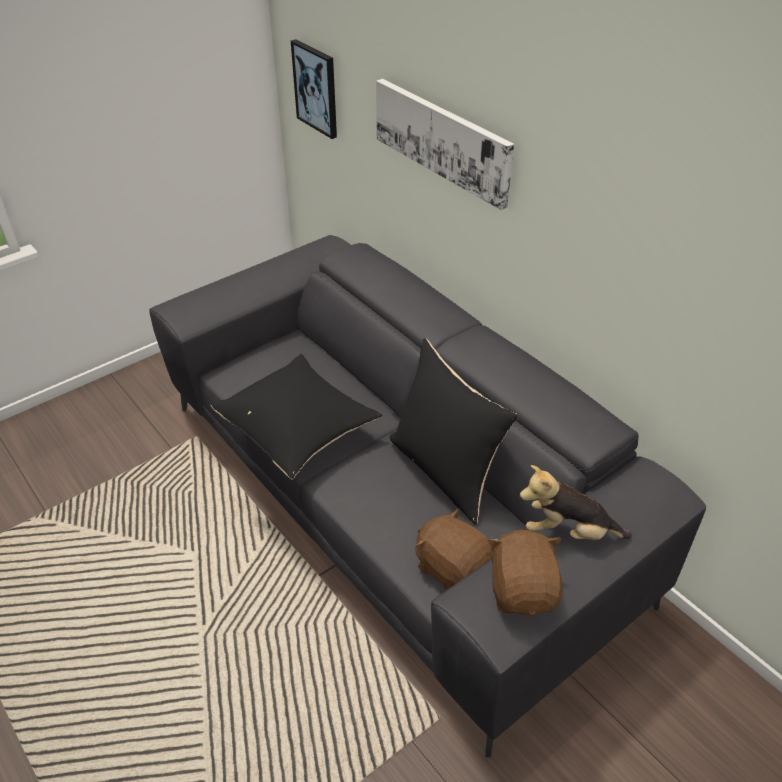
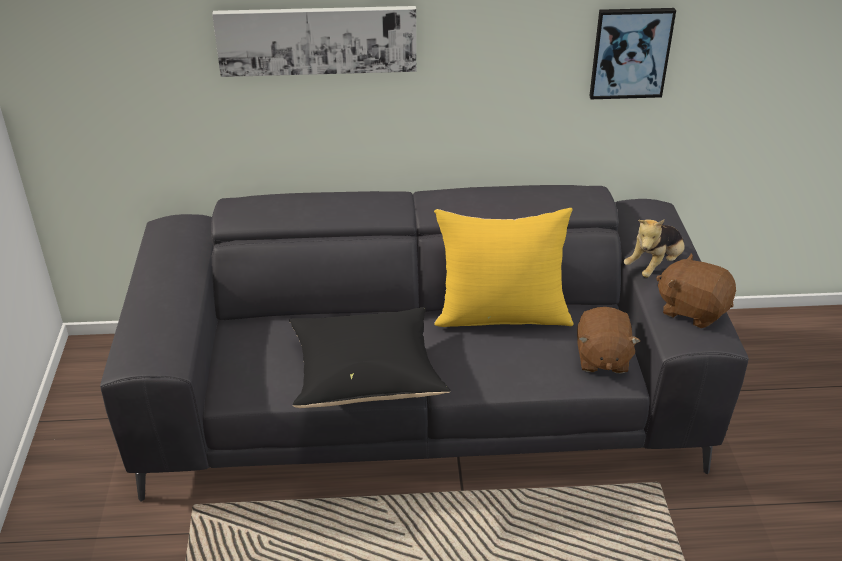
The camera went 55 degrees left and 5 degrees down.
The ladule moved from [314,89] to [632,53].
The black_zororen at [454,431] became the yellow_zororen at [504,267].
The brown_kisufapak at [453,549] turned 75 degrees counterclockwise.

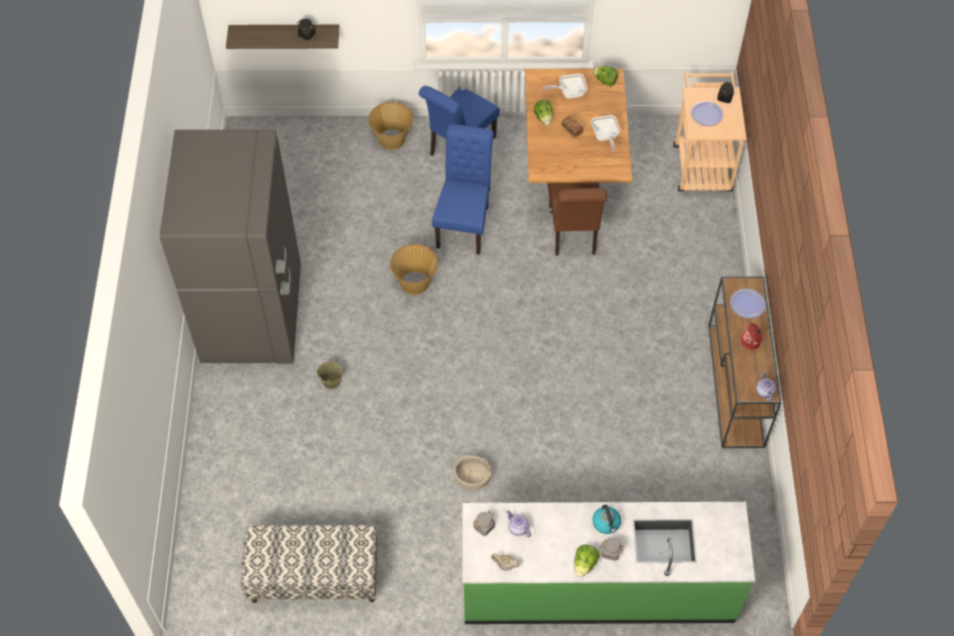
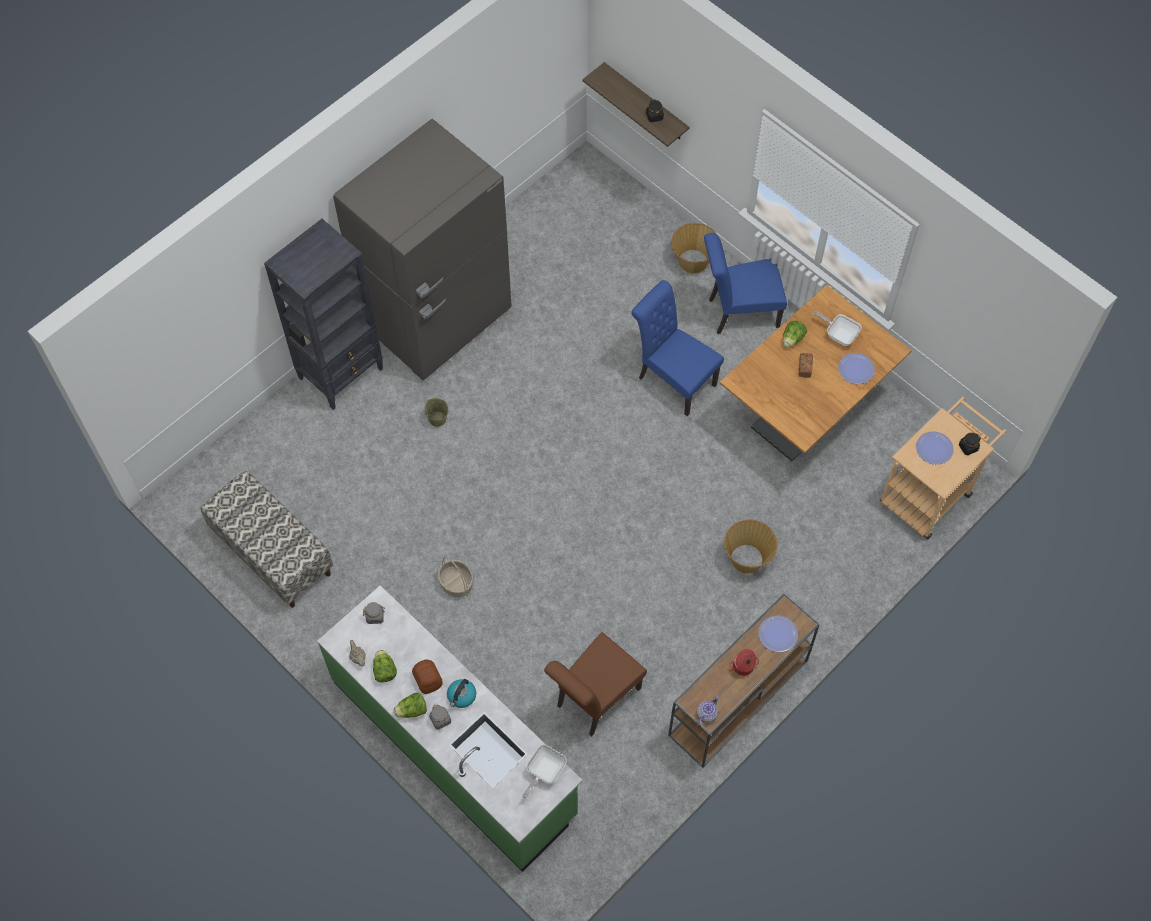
The camera went 45 degrees right and 5 degrees up.
The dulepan at [518,523] disappeared.
The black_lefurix at [323,314] appeared.
The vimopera at [427,677] appeared.
The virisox at [856,368] appeared.
The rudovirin moved from [414,269] to [751,546].
The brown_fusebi moved from [577,219] to [595,684].
The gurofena moved from [605,133] to [545,771].
The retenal moved from [605,76] to [385,666].
The blue_fusebi at [463,189] turned 105 degrees counterclockwise.

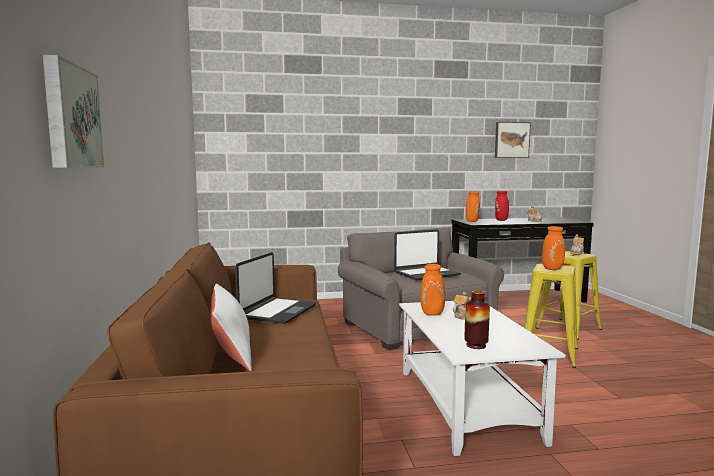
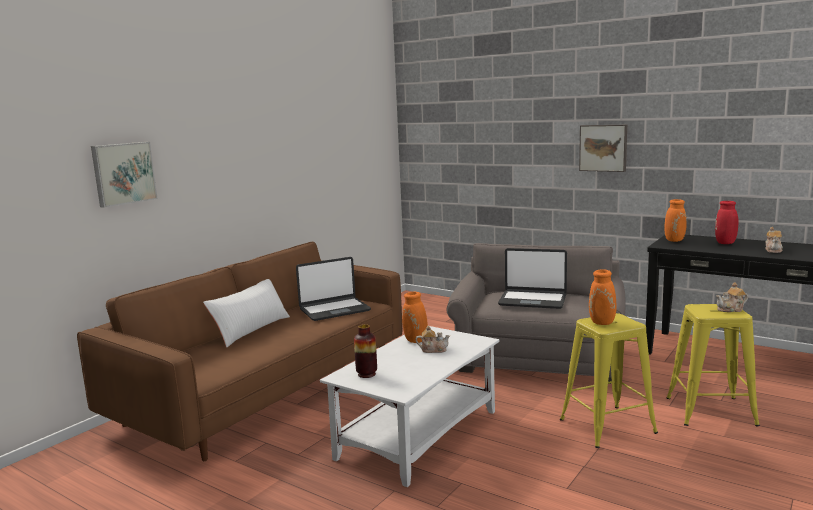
The camera went 45 degrees right and 5 degrees up.
The ladule moved from [513,140] to [603,148].

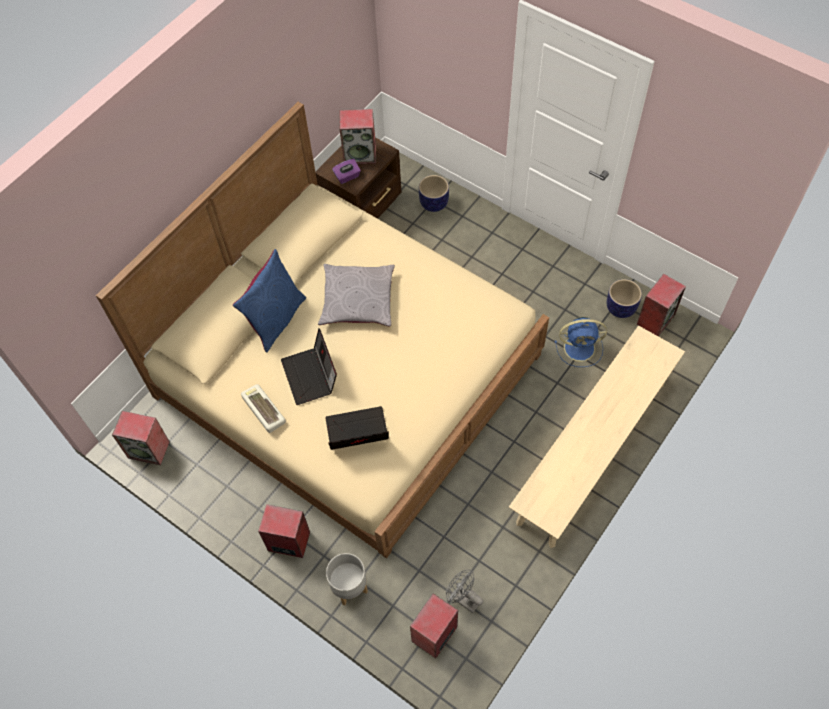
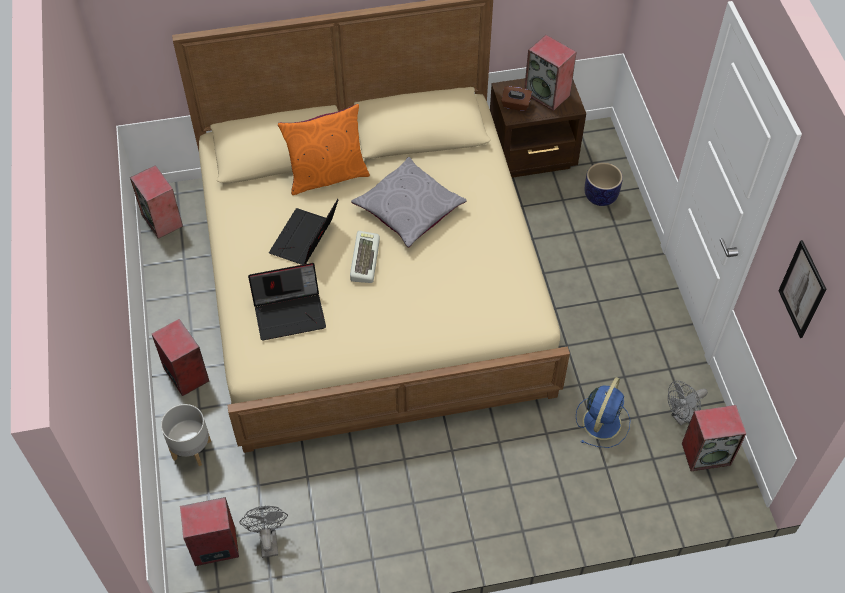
The camera went 40 degrees right and 5 degrees down.
The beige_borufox at [597,437] disappeared.
The ladule at [802,289] appeared.
The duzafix moved from [263,408] to [365,257].
The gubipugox at [624,298] was replaced by the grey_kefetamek at [688,403].
The blue_zororen at [269,300] became the orange_zororen at [324,149].
The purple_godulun at [346,171] became the brown_godulun at [516,98].
The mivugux at [357,428] turned 135 degrees clockwise.
The blue_kefetamek at [581,342] turned 105 degrees counterclockwise.

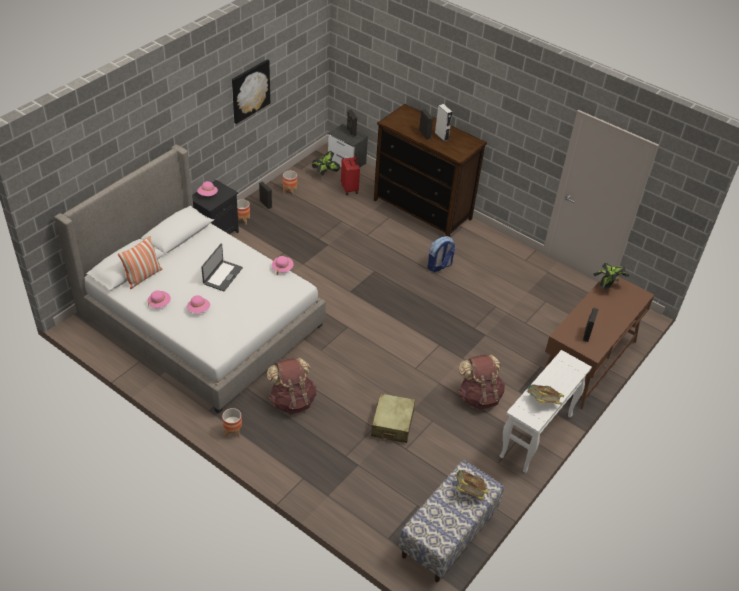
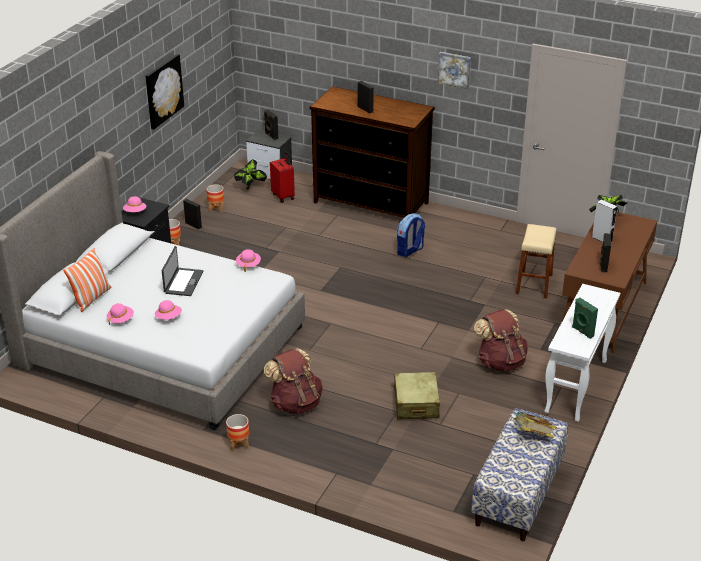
The camera went 10 degrees left and 10 degrees down.
The ladule at [454,70] appeared.
The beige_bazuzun at [536,261] appeared.
The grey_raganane moved from [444,122] to [604,221].
The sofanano at [545,394] was replaced by the green_raganane at [585,318].

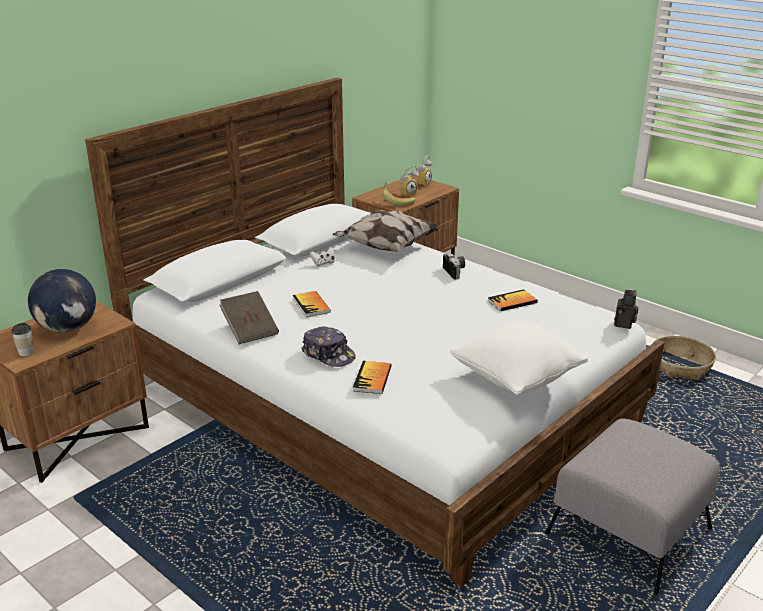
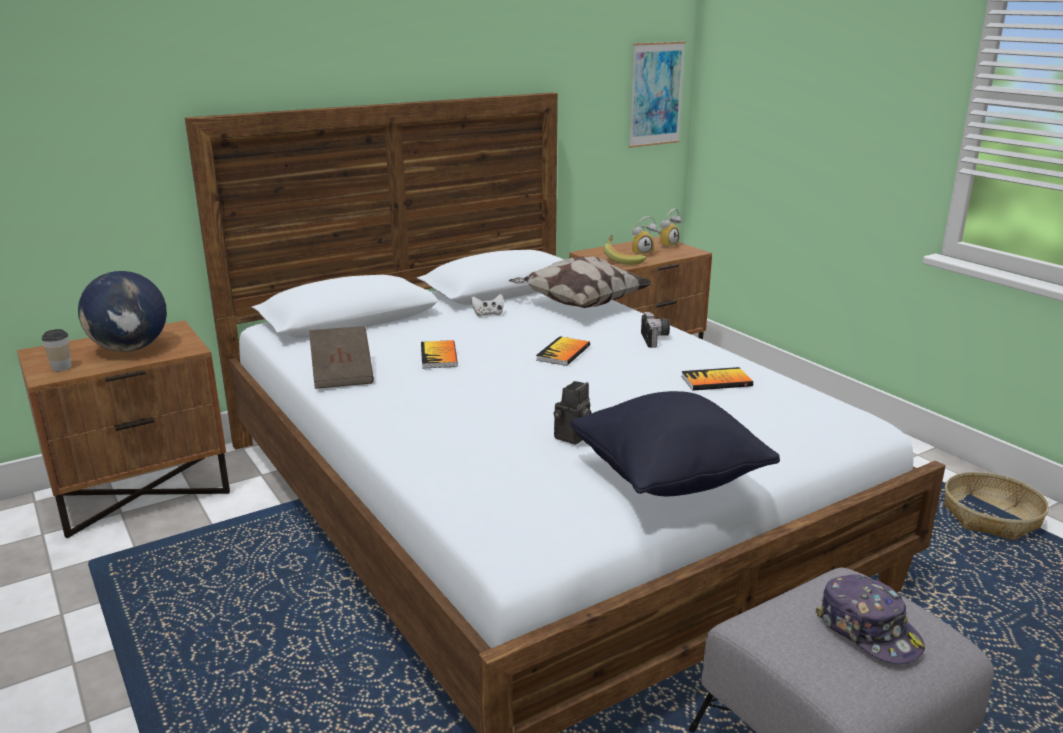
The camera went 15 degrees right and 5 degrees down.
The ladule at [657,94] appeared.
The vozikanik moved from [328,346] to [870,619].
The sofanano moved from [372,377] to [563,351].
The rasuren moved from [626,309] to [573,413].
The white_zororen at [519,358] became the black_zororen at [675,443].

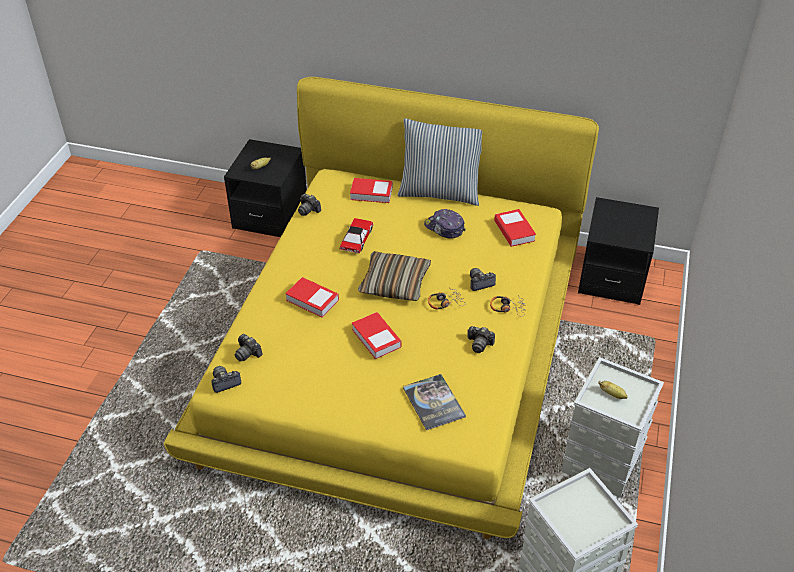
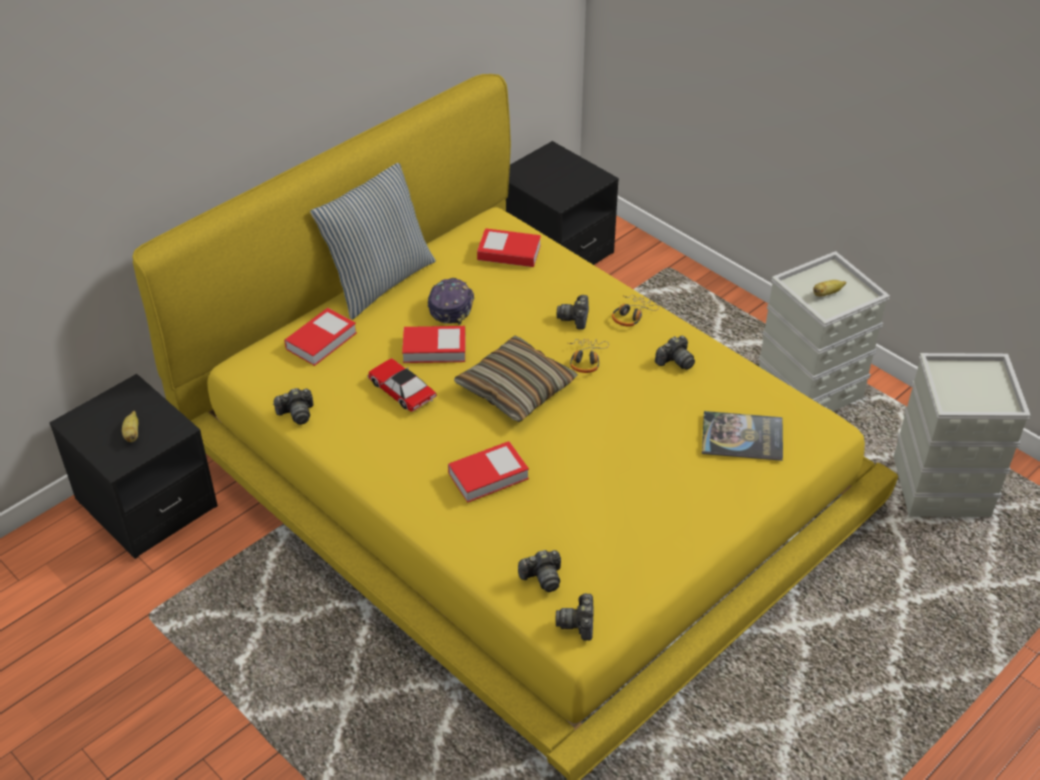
The camera went 60 degrees left and 0 degrees up.
The sofanano moved from [376,335] to [433,344].
The vozikanik at [445,224] turned 120 degrees clockwise.

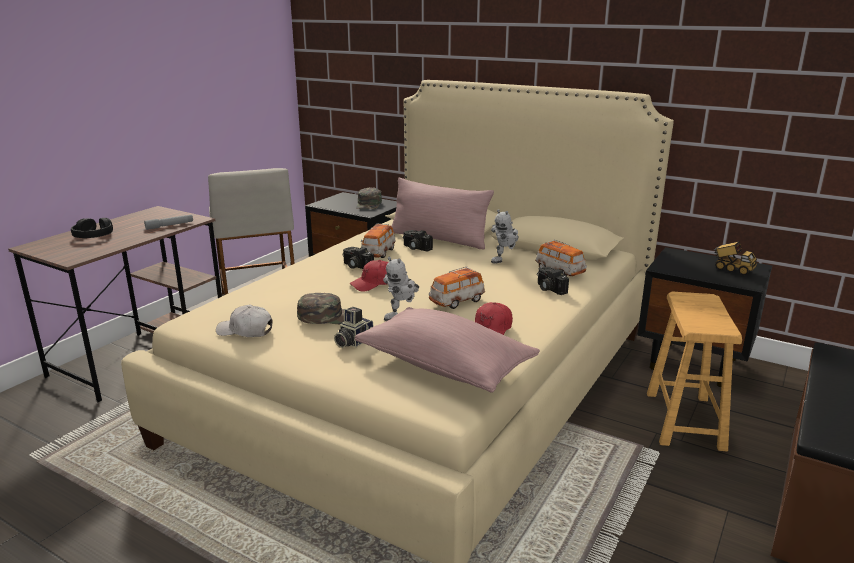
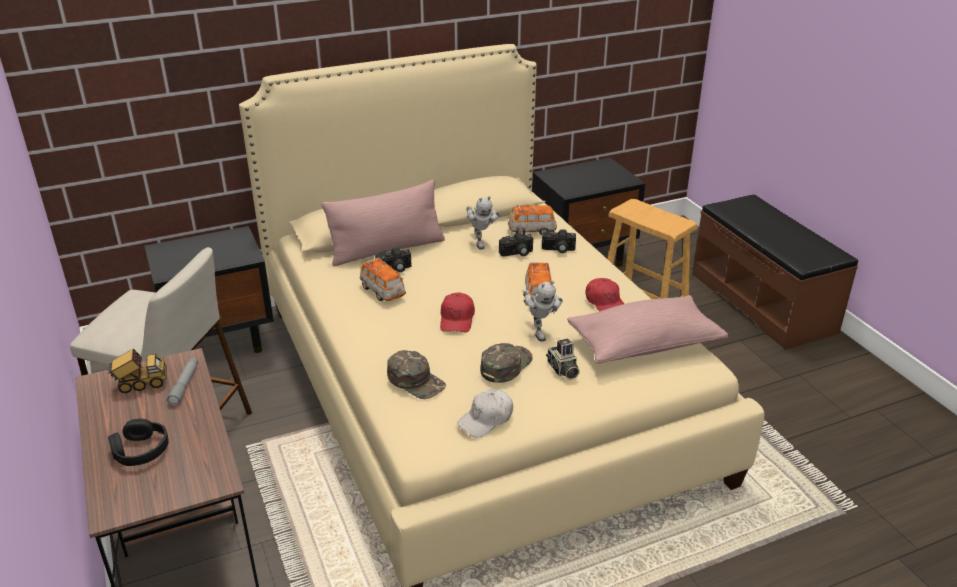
The camera went 55 degrees left and 10 degrees up.
The rasuren moved from [358,258] to [516,244].
The green_vozikanik moved from [369,198] to [416,374].
The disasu moved from [735,258] to [137,371].

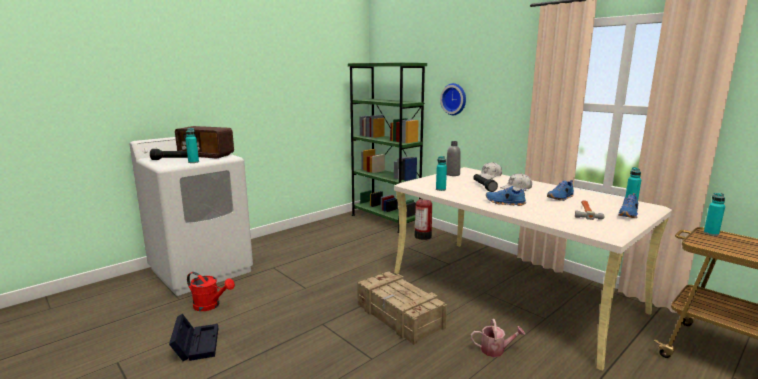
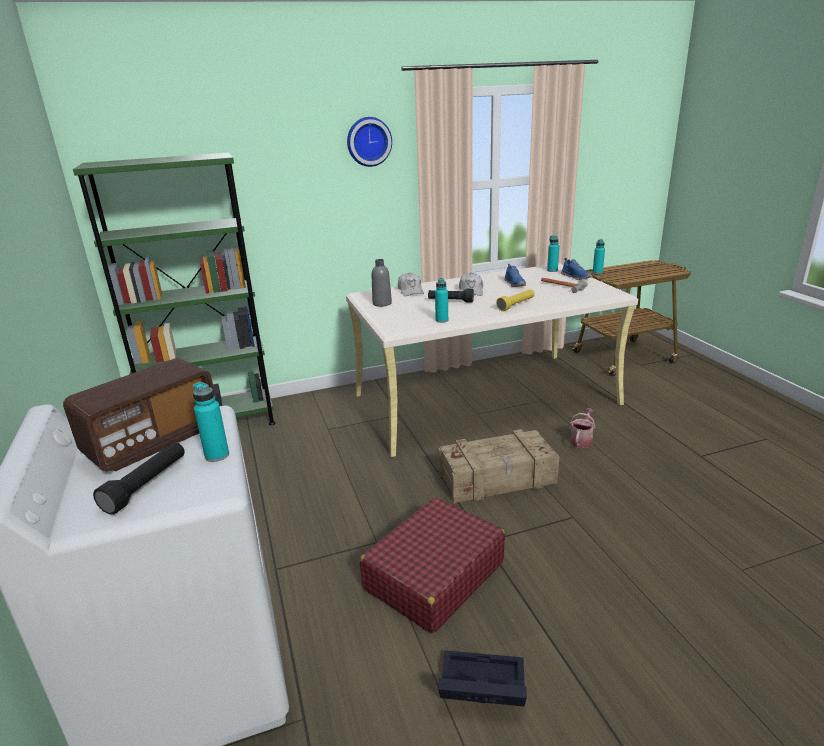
The camera went 65 degrees left and 10 degrees up.
The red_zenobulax at [211,291] disappeared.
The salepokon at [423,219] disappeared.
The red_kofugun at [432,565] appeared.
The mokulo moved from [453,99] to [369,142].
The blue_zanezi at [506,196] was replaced by the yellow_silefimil at [515,300].

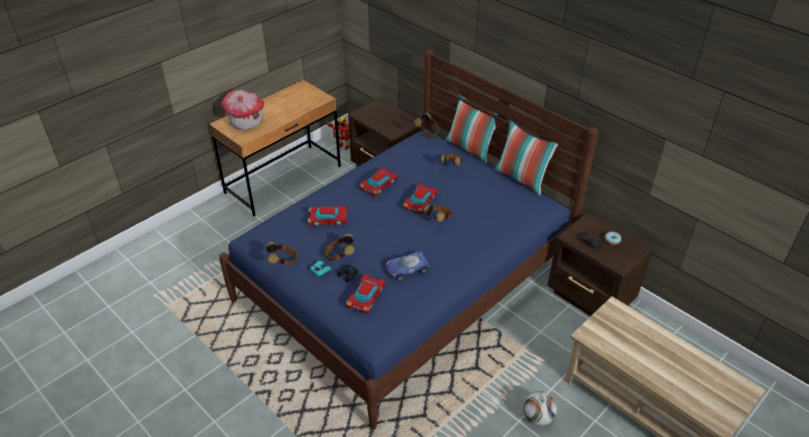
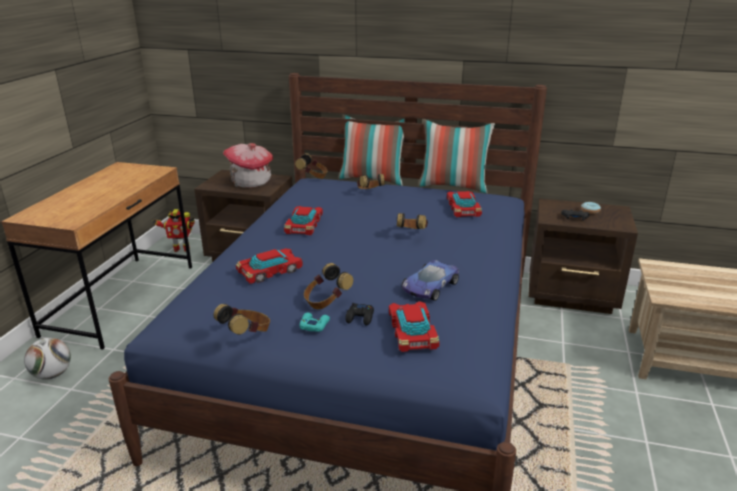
The camera went 30 degrees left and 15 degrees down.
The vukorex moved from [242,110] to [248,165].
The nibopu moved from [420,199] to [464,204].
The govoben moved from [540,408] to [47,359].

